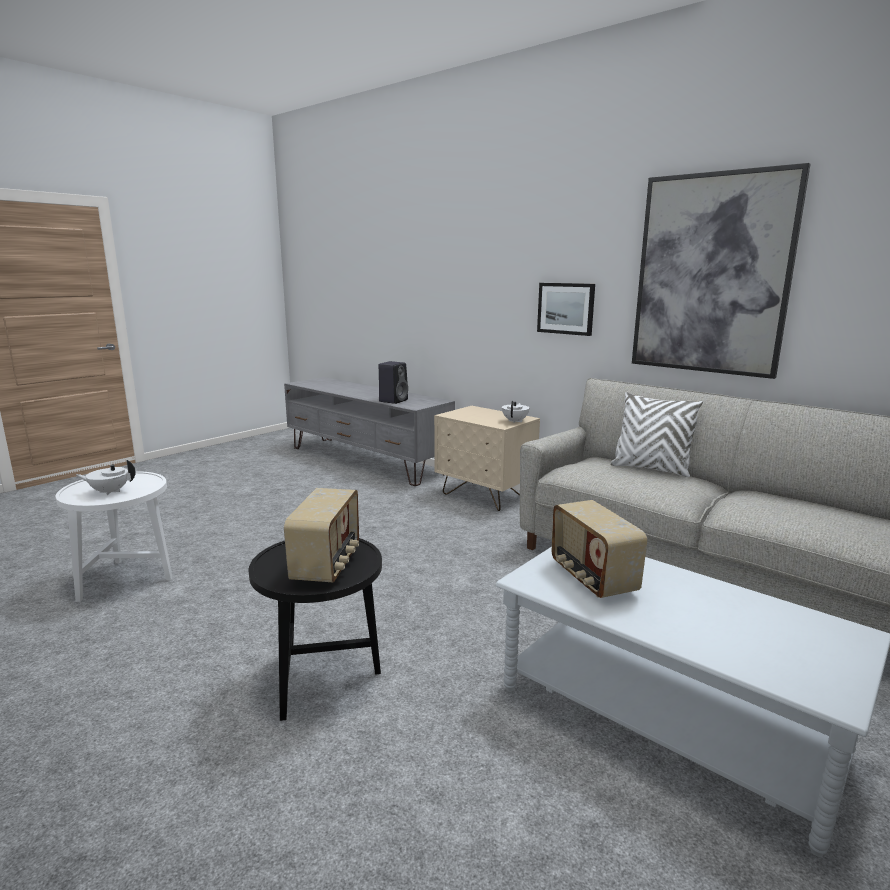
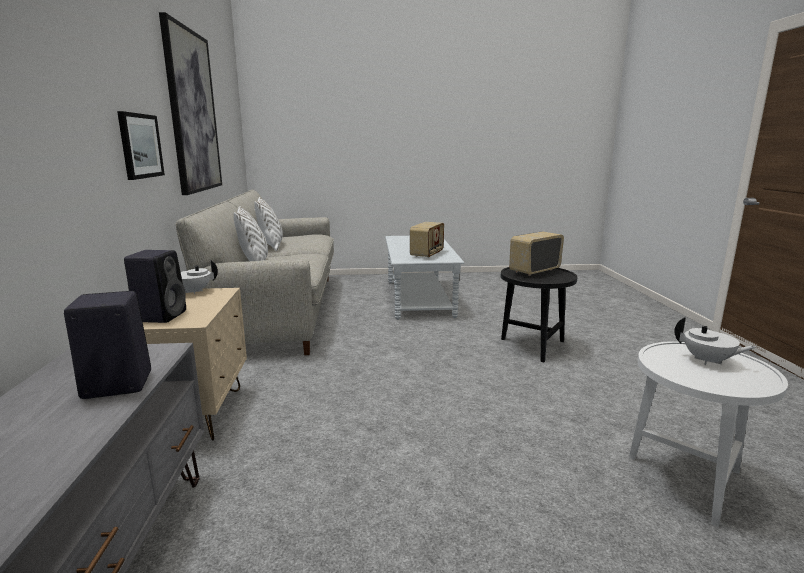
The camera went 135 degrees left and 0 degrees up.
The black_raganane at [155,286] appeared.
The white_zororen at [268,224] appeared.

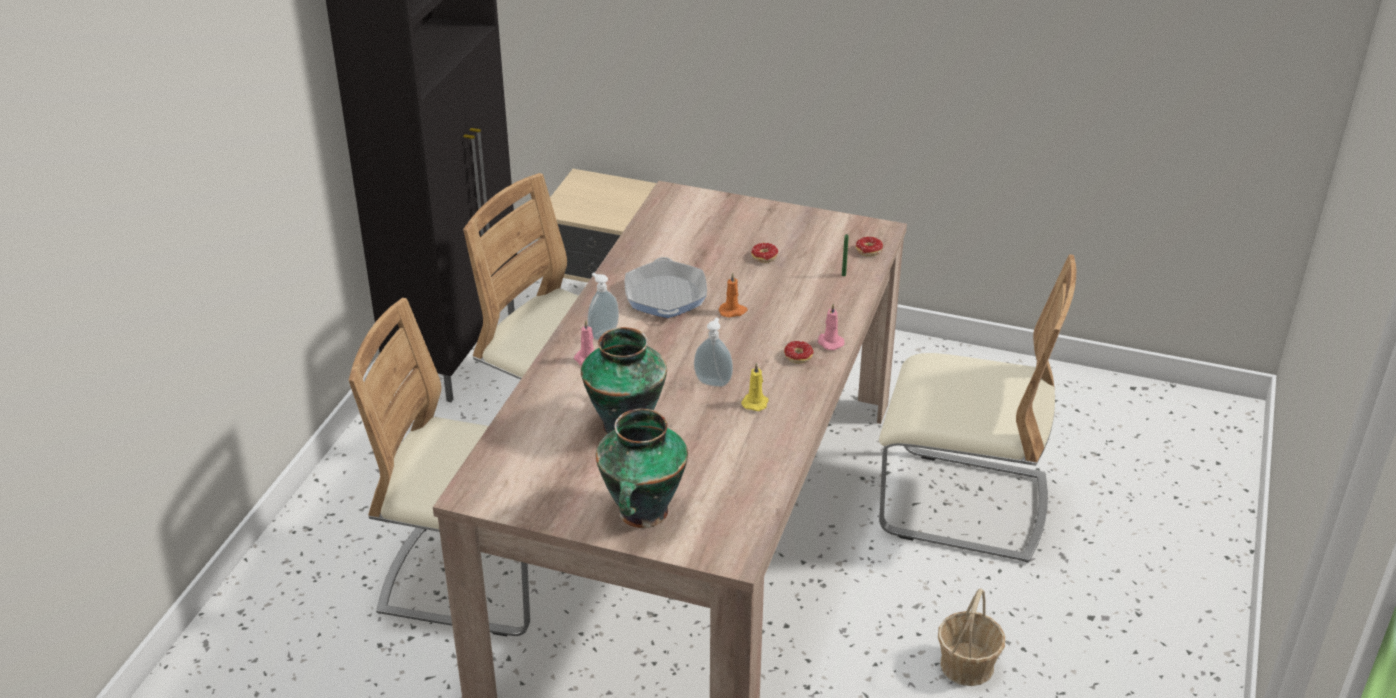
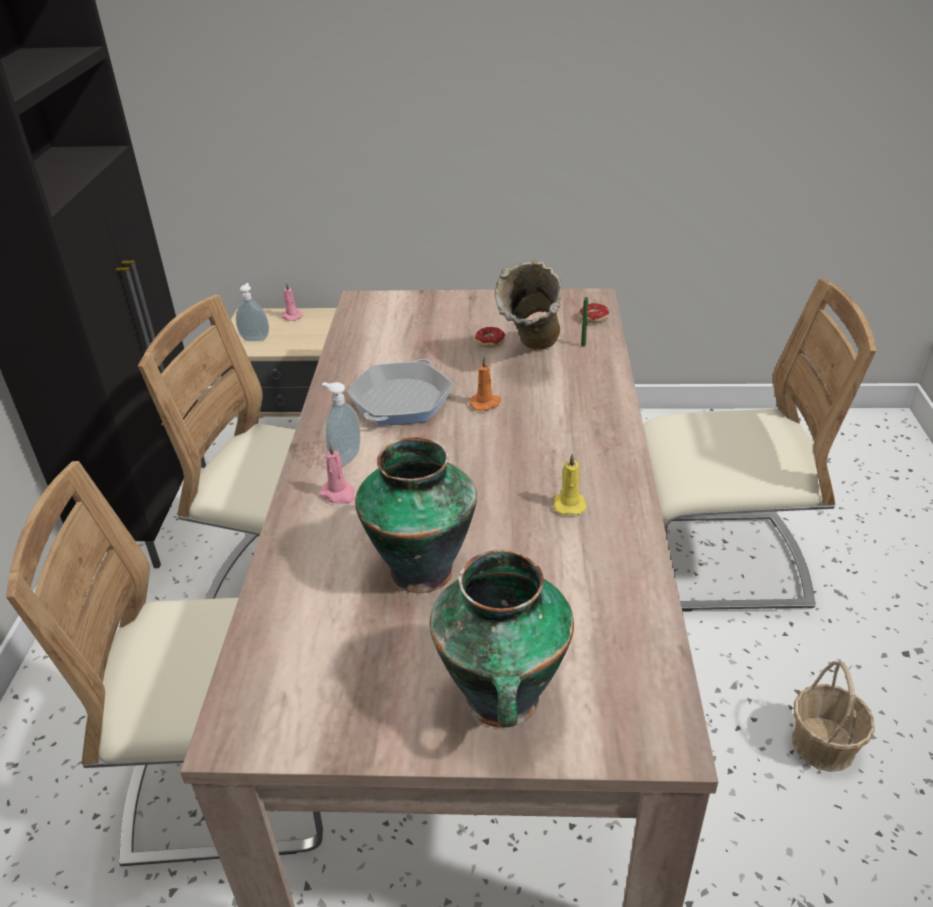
The camera went 15 degrees left and 0 degrees up.
The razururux at [799,352] disappeared.
The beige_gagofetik at [528,305] appeared.
The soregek moved from [713,352] to [252,312].
The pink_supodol moved from [831,327] to [292,301].
The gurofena at [666,287] turned 135 degrees counterclockwise.

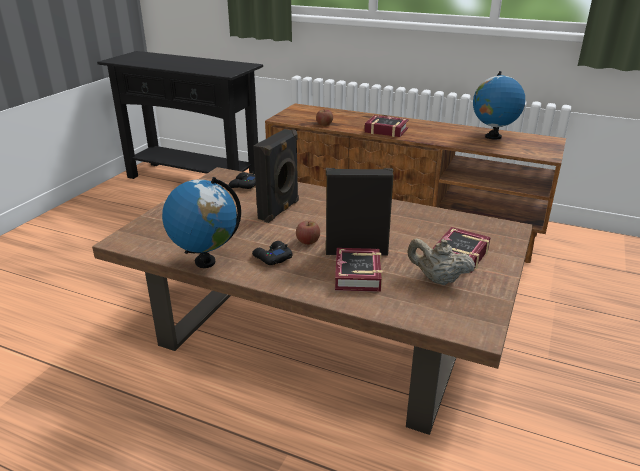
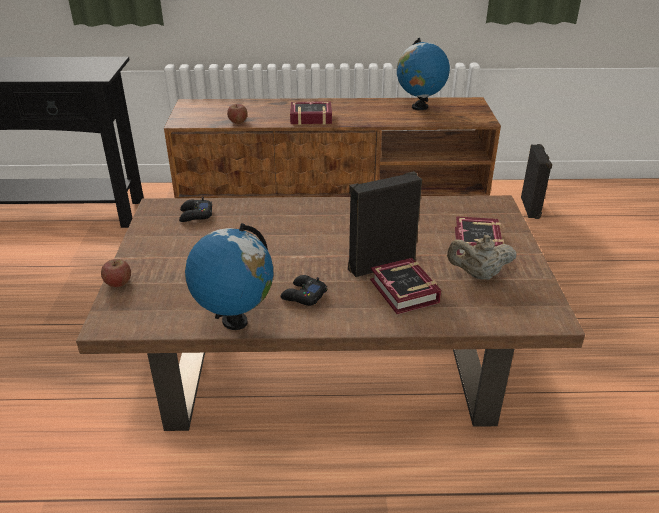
The camera went 25 degrees left and 5 degrees up.
The black_raganane moved from [276,176] to [536,181].
The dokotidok moved from [308,233] to [116,273].

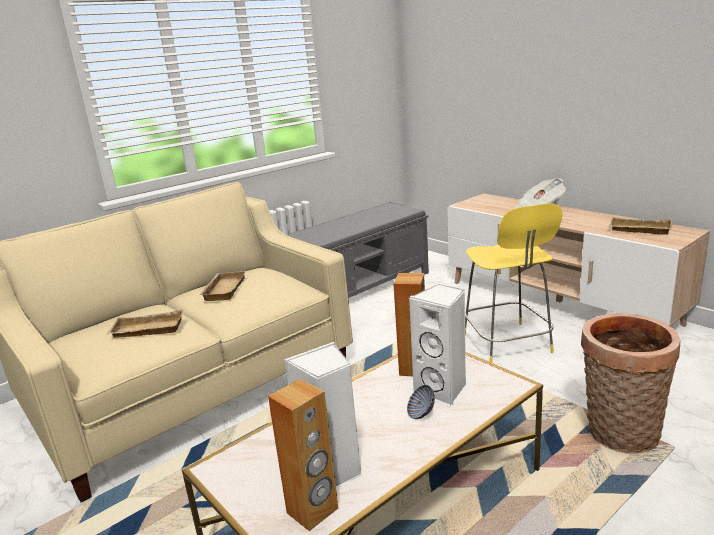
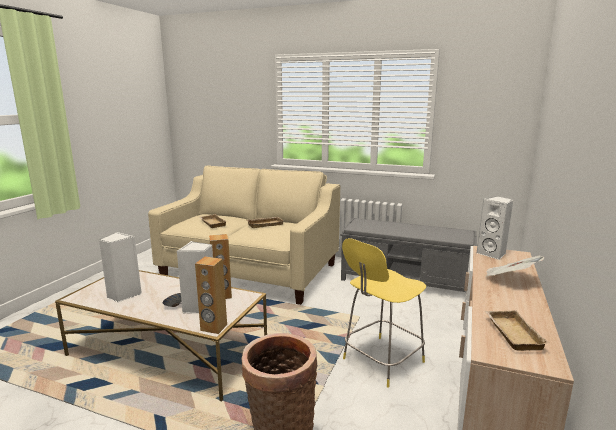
The camera went 60 degrees right and 5 degrees down.
The white_raganane at [495,228] appeared.
The brown_raganane moved from [303,455] to [211,295].

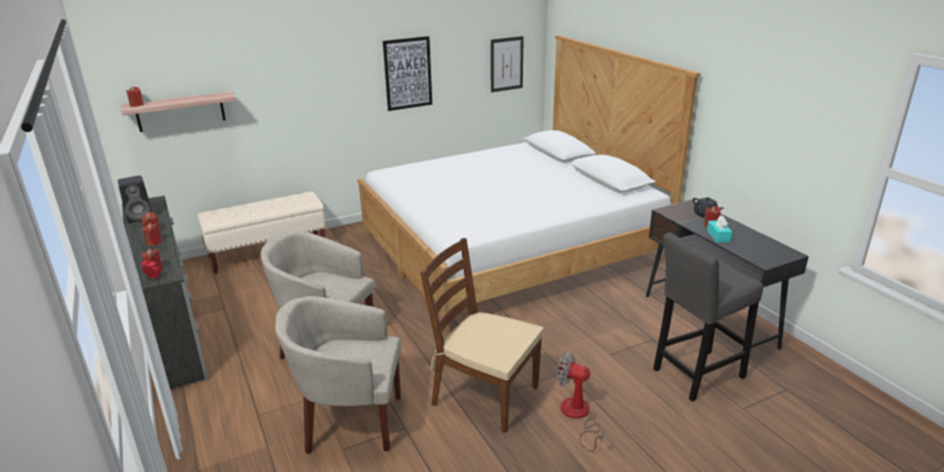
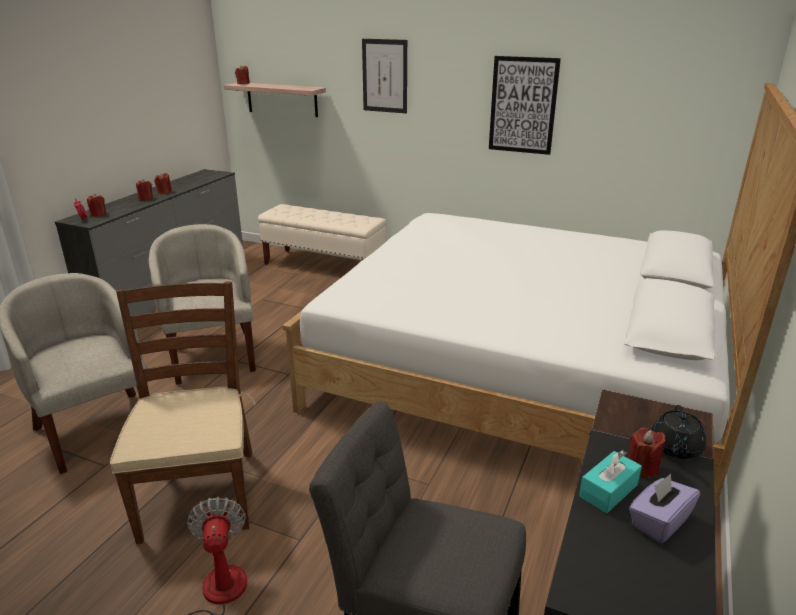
The camera went 50 degrees right and 0 degrees up.
The black_raganane at [135,199] disappeared.
The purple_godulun at [664,508] appeared.
The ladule moved from [507,64] to [384,76].

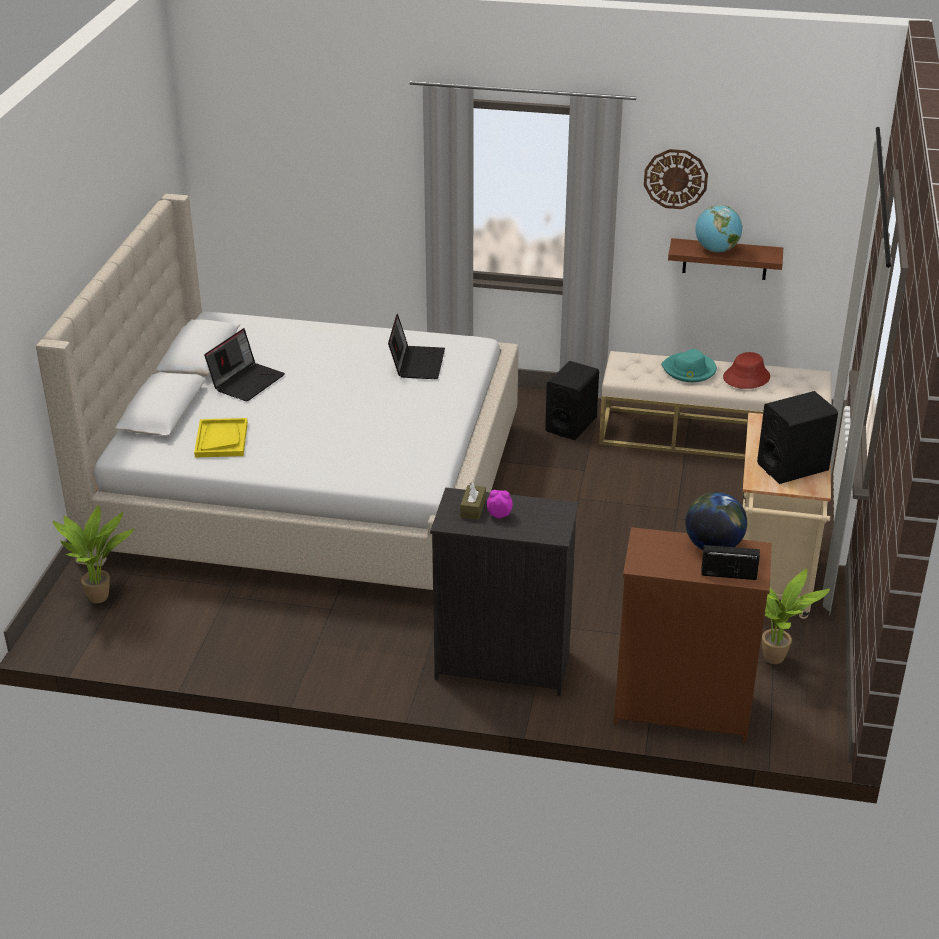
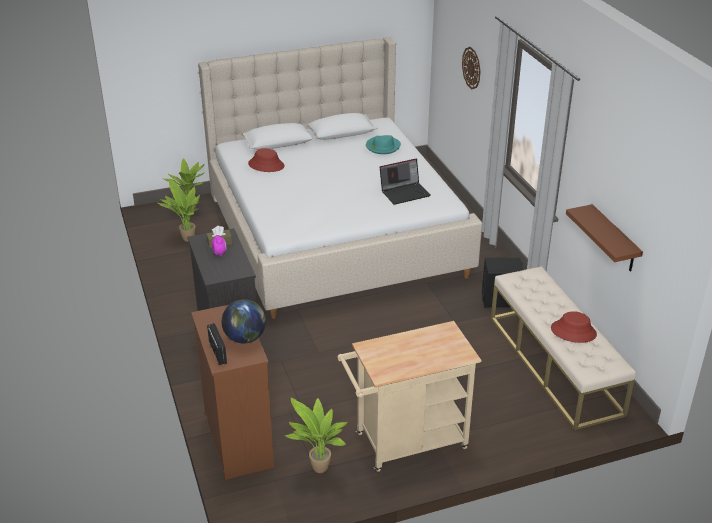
The camera went 60 degrees right and 0 degrees up.
The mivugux at [244,364] disappeared.
The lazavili at [719,228] disappeared.
The black_raganane at [797,437] disappeared.
The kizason at [178,210] appeared.
The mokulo moved from [676,179] to [471,68].
The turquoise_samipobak moved from [689,365] to [383,144].
The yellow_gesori at [221,438] was replaced by the red_samipobak at [266,160].

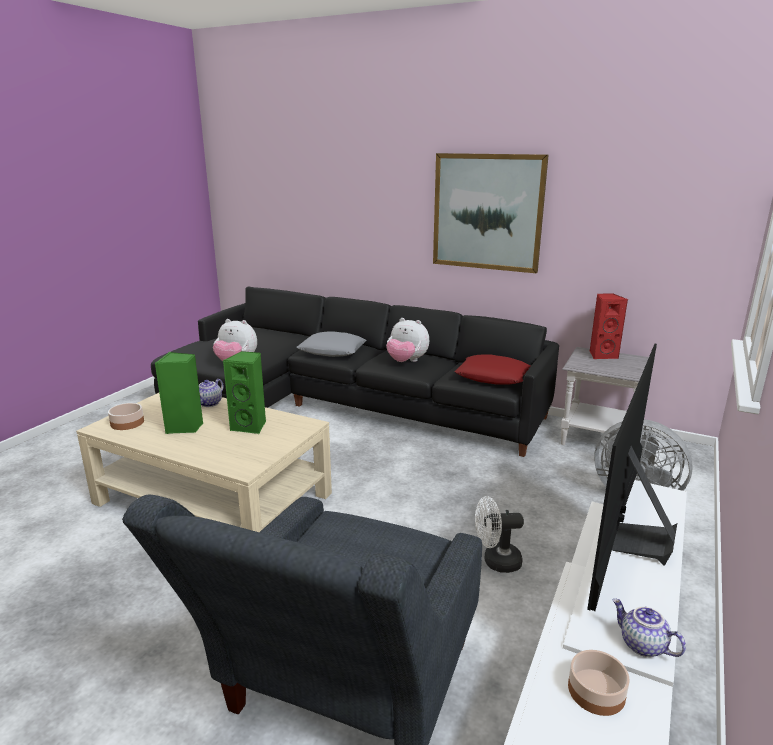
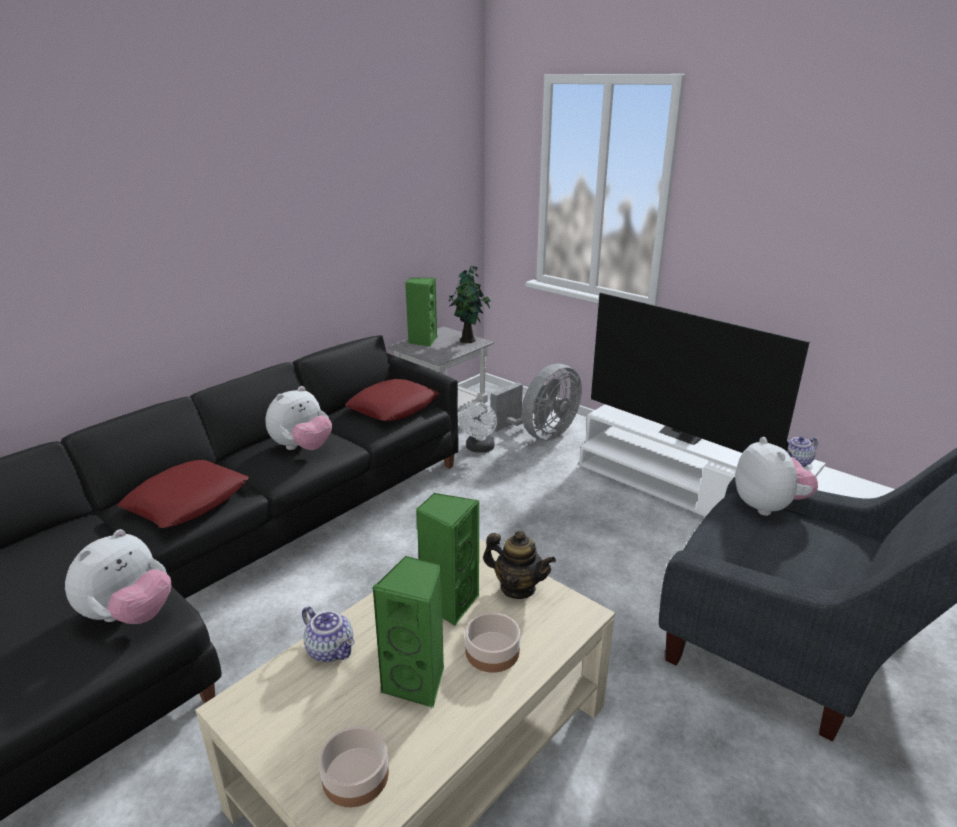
The camera went 75 degrees left and 5 degrees up.
The ladule at [491,213] disappeared.
The kizason at [469,304] appeared.
The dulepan at [519,564] appeared.
The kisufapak at [776,476] appeared.
The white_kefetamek moved from [499,534] to [477,427].
The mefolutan moved from [599,683] to [492,643].
The grey_zororen at [331,344] became the red_zororen at [183,494].
The red_raganane at [609,326] became the green_raganane at [421,312].

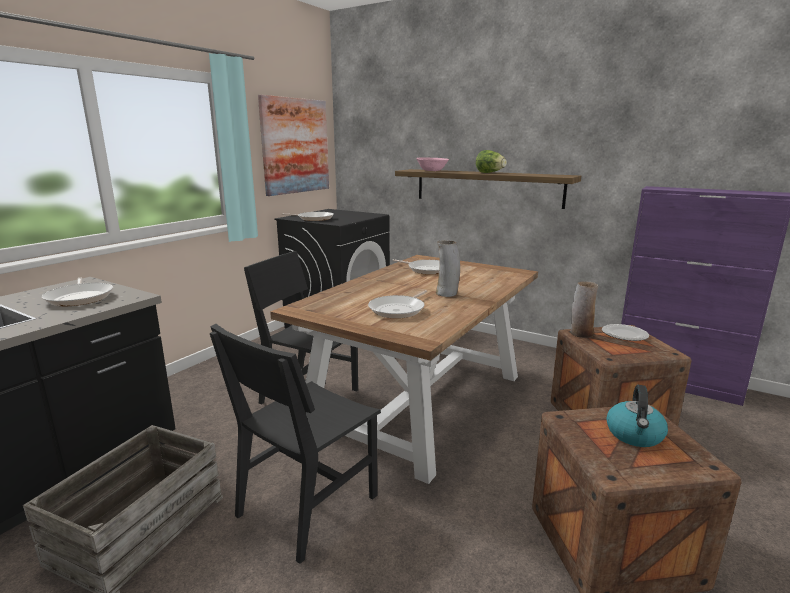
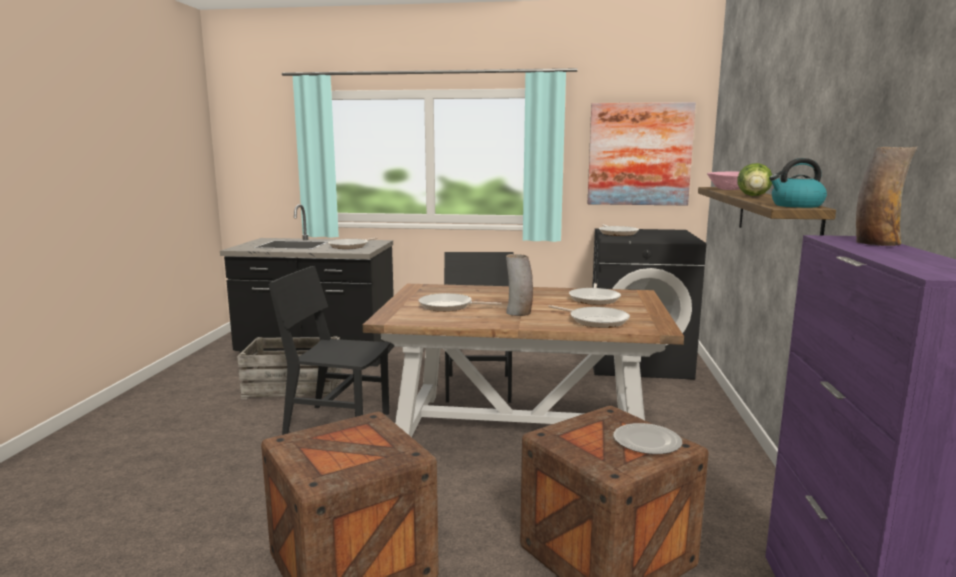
The camera went 65 degrees right and 5 degrees down.
The gurofena at [589,316] appeared.
The gagofetik moved from [584,309] to [887,196].
The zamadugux moved from [637,416] to [798,183].

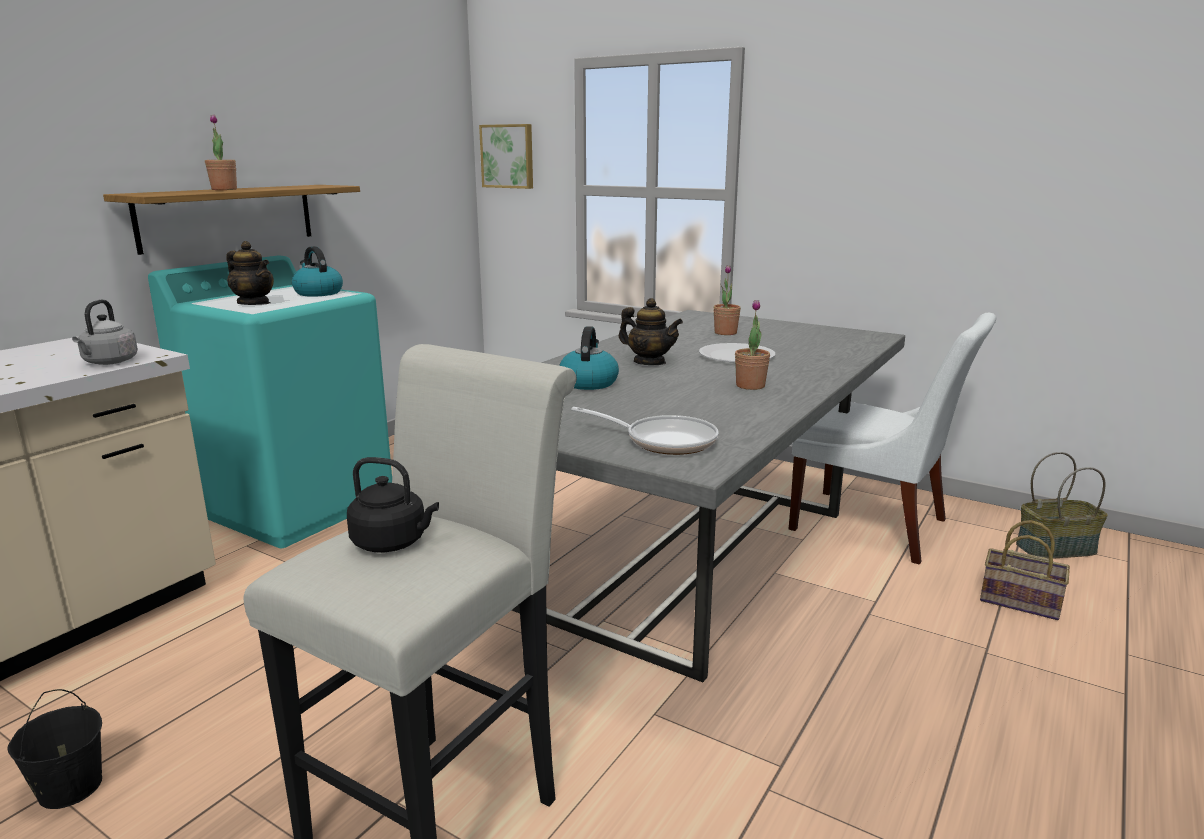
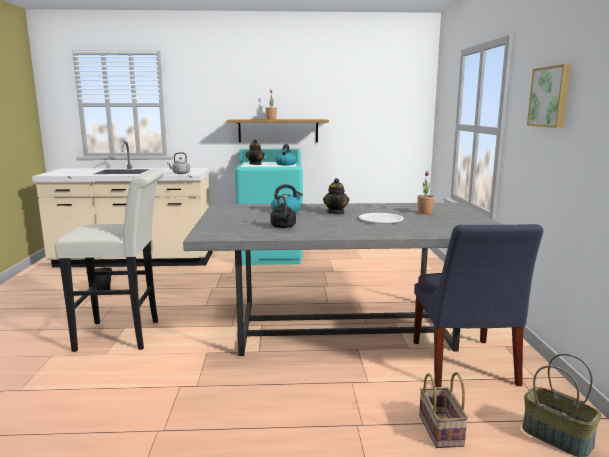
The camera went 55 degrees right and 5 degrees down.
The gurofena at [645,431] disappeared.
The kizason at [752,345] disappeared.
The black_zamadugux moved from [393,504] to [283,211].
The ladule moved from [506,156] to [549,96].
The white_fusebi at [892,438] became the blue_fusebi at [478,305].

